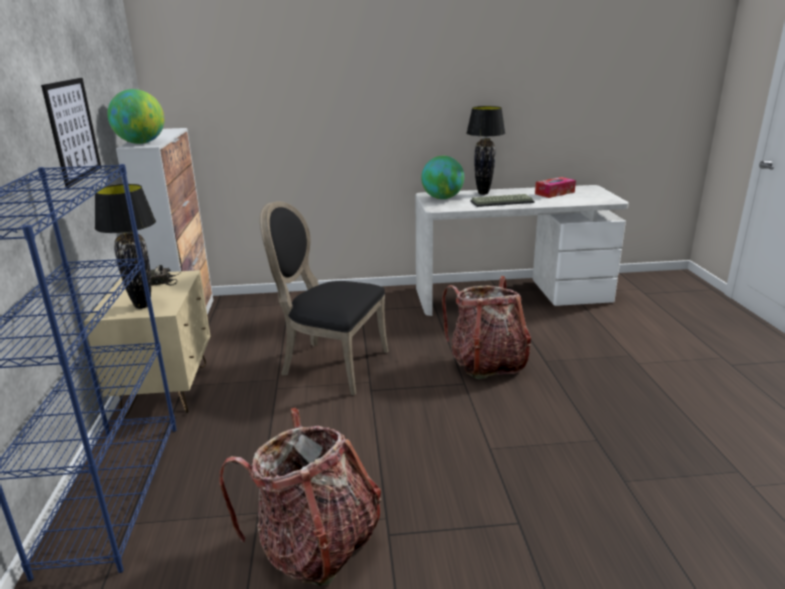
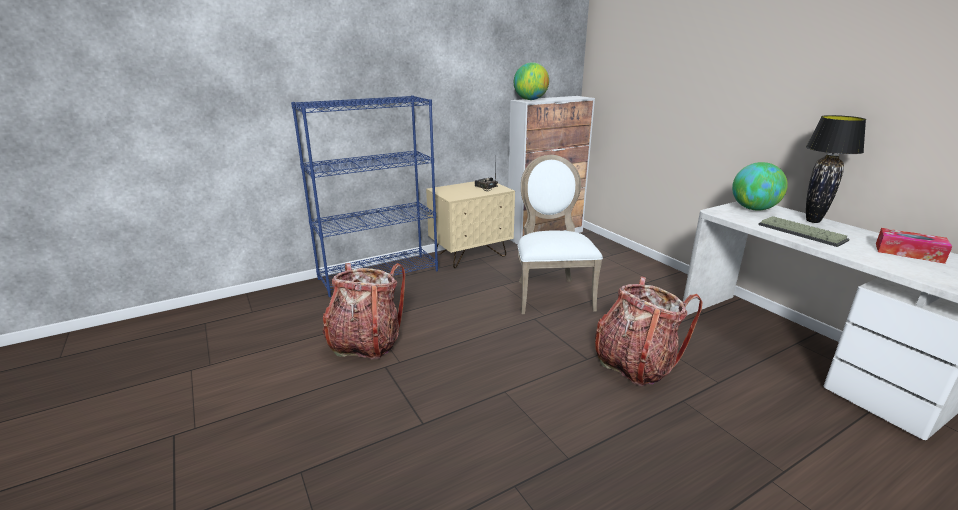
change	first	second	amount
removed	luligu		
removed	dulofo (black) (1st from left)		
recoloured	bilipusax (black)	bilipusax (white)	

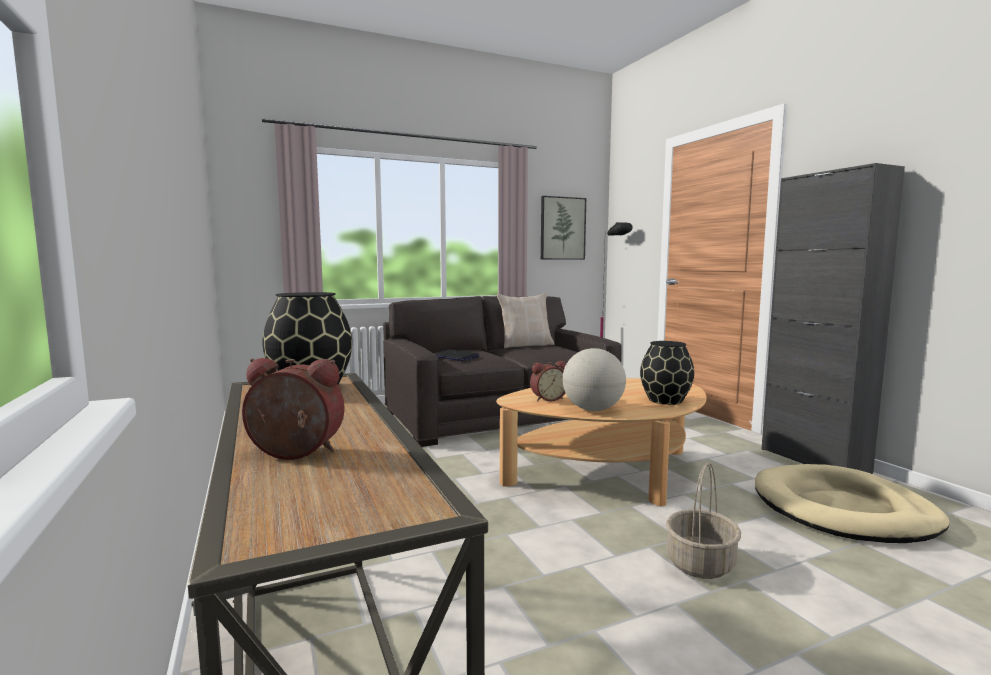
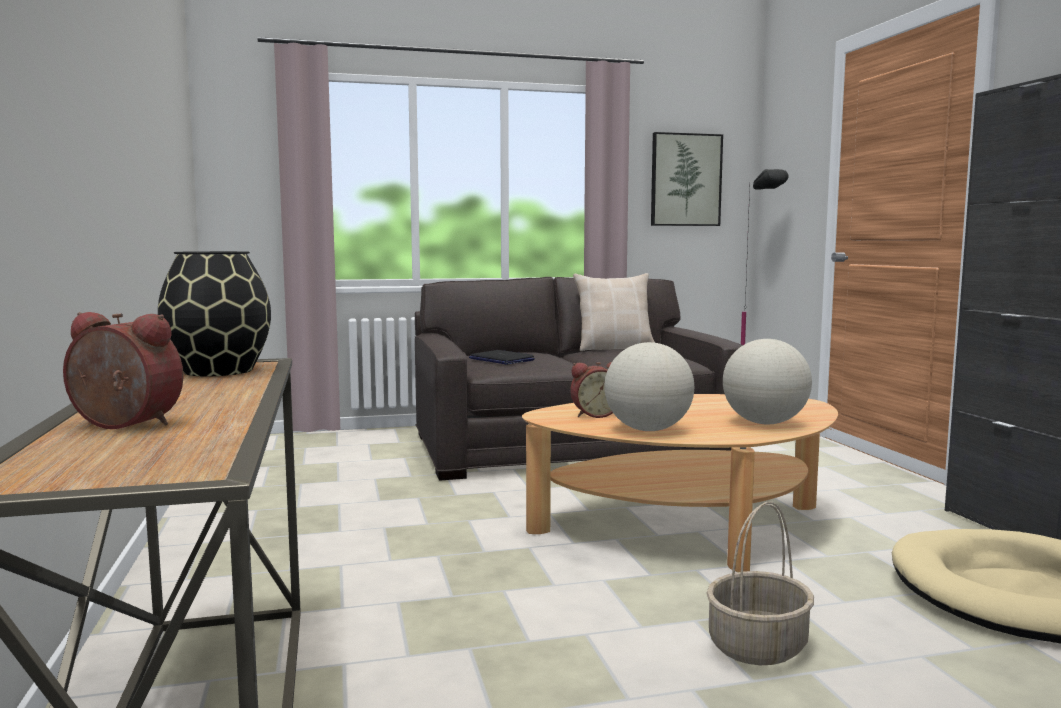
change	first	second	amount
replaced	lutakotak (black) (2nd from left)	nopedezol (2nd from left)	

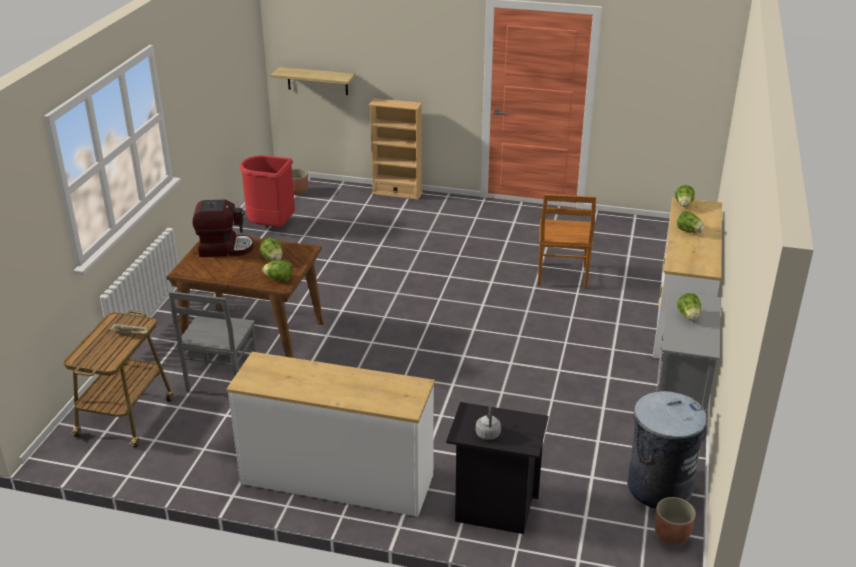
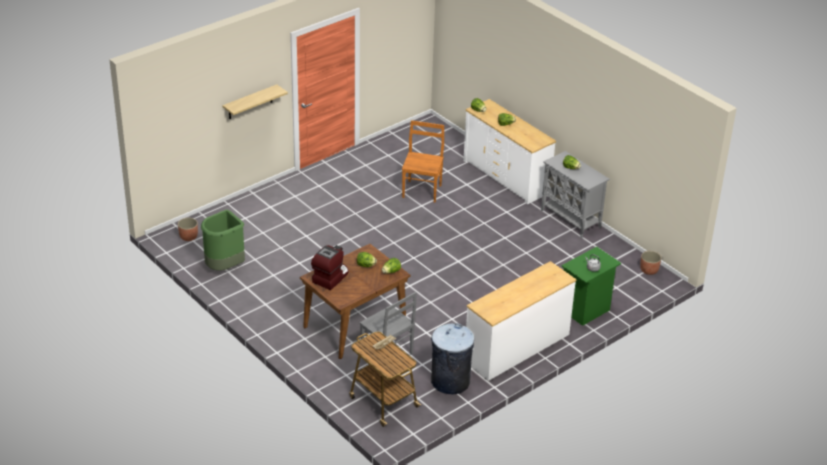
change	first	second	amount
removed	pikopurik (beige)		
moved	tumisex		
moved	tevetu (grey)		
recoloured	tevetu (red)	tevetu (green)	
recoloured	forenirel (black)	forenirel (green)	
turned	bilipusax (brown)		120 degrees counterclockwise

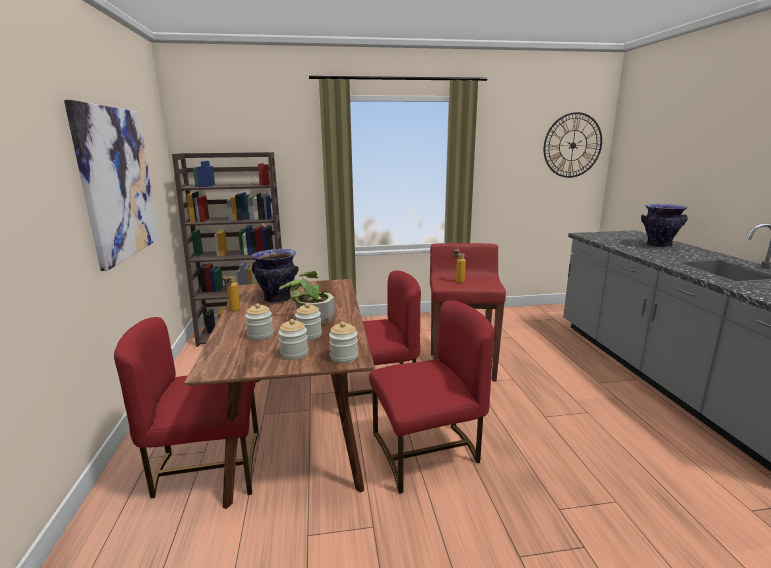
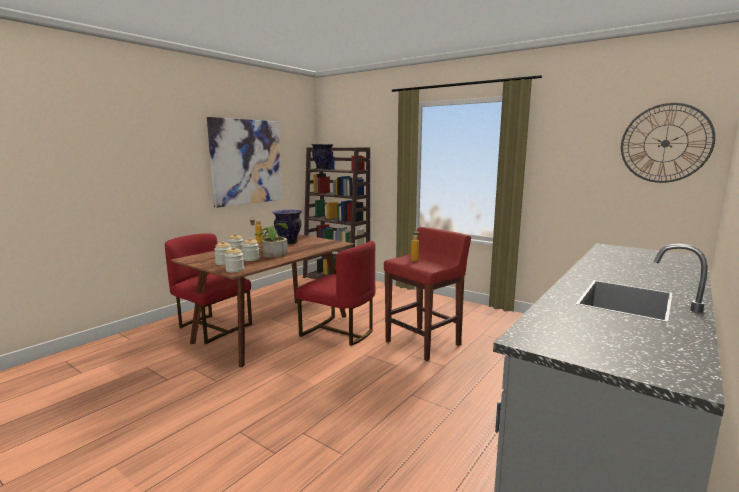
change	first	second	amount
removed	bilipusax (red) (3rd from left)		
moved	lutakotak (2nd from left)		

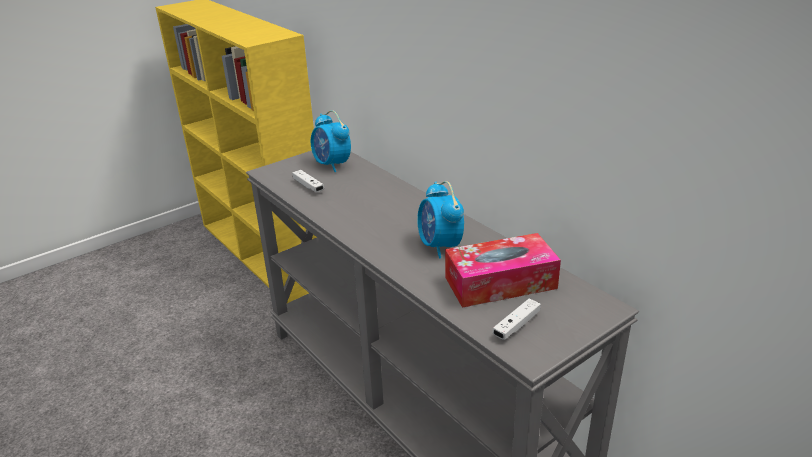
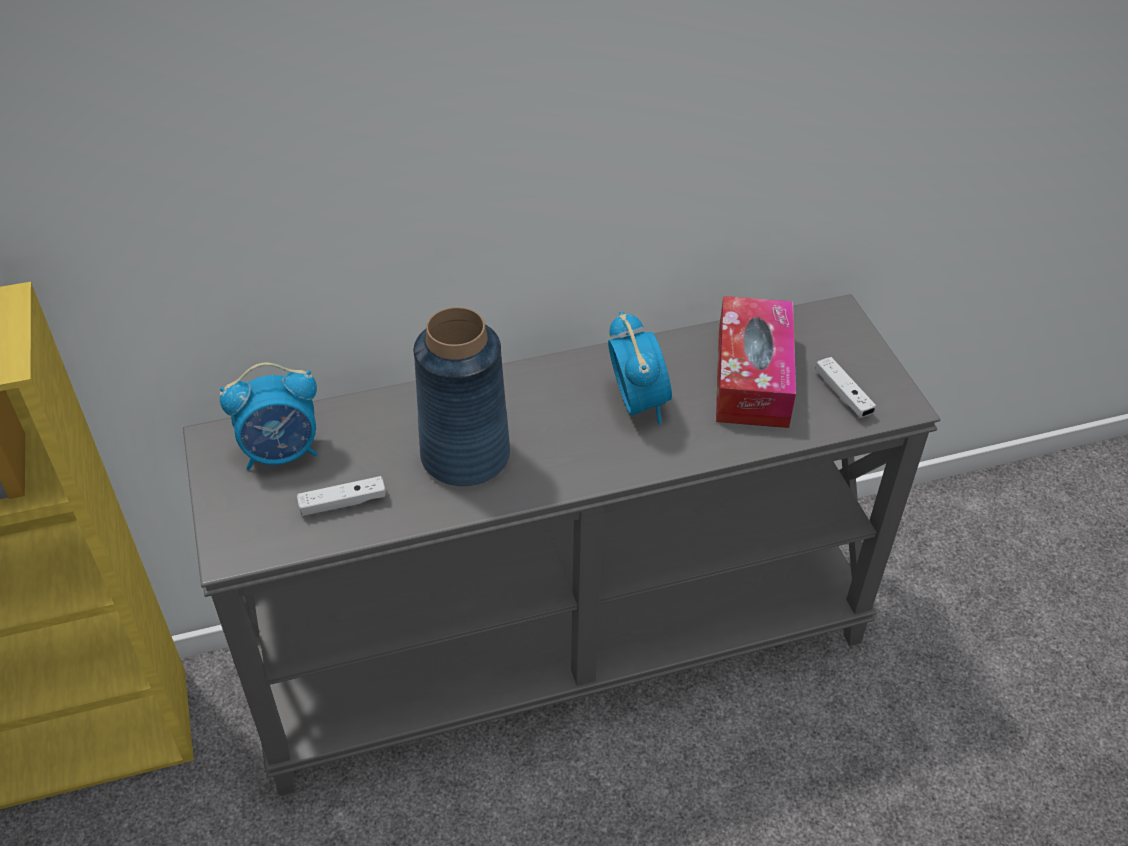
change	first	second	amount
added		lutakotak (blue)	
turned	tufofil (2nd from left)		105 degrees counterclockwise

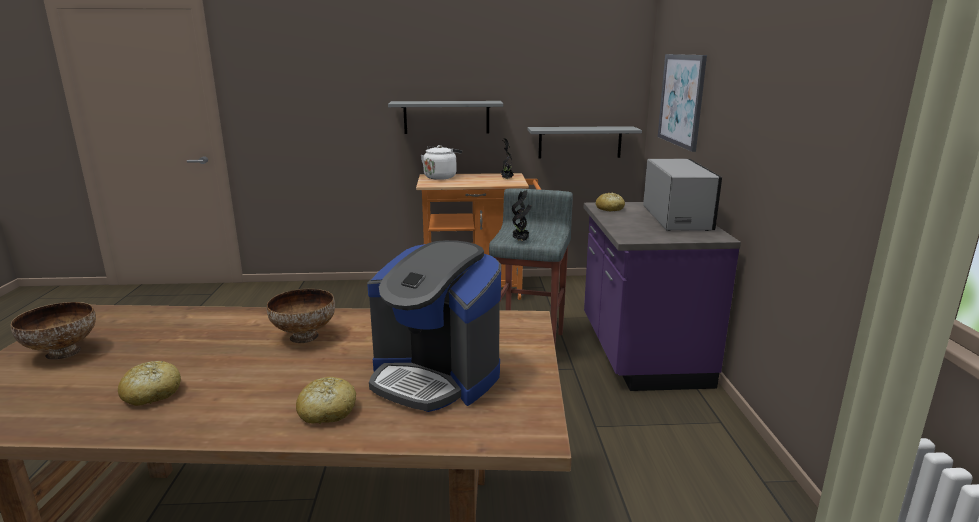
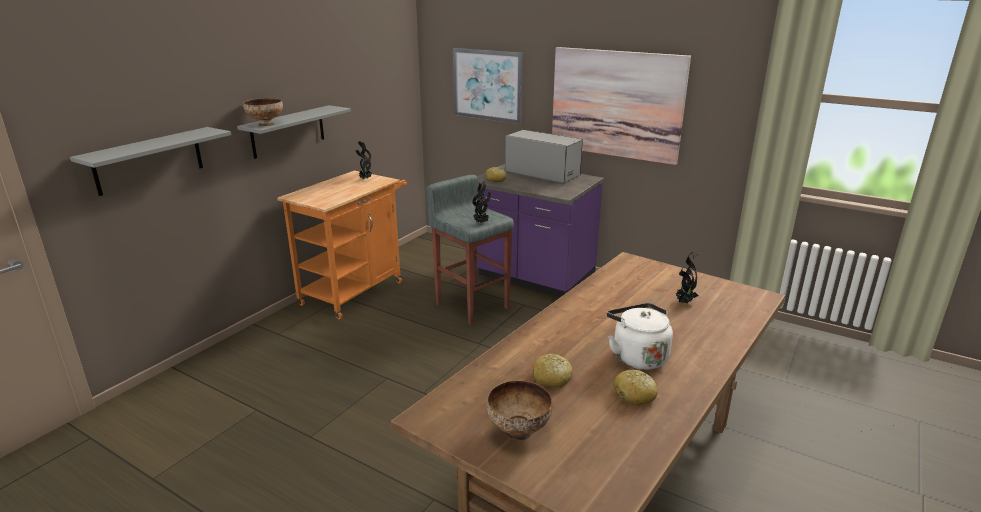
change	first	second	amount
added		luligu (2nd from left)	
moved	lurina (2nd from left in the first image)	lurina (1st from left)	
moved	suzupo (2nd from left)		
moved	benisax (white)		
moved	tumisex (grey) (2nd from left in the first image)	tumisex (grey) (1st from left)	
replaced	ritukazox	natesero (3rd from left)	

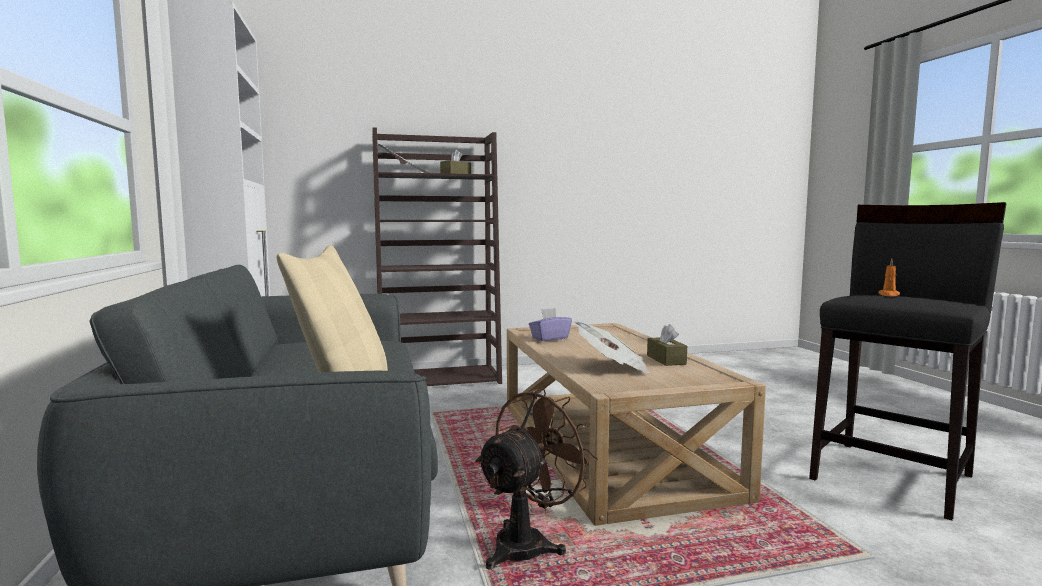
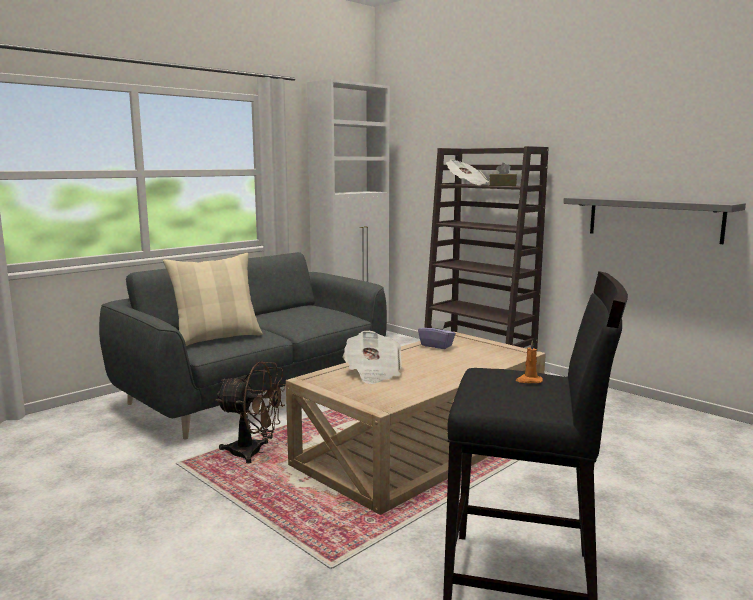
change	first	second	amount
removed	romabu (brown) (2nd from left)		
added		tumisex (grey)	

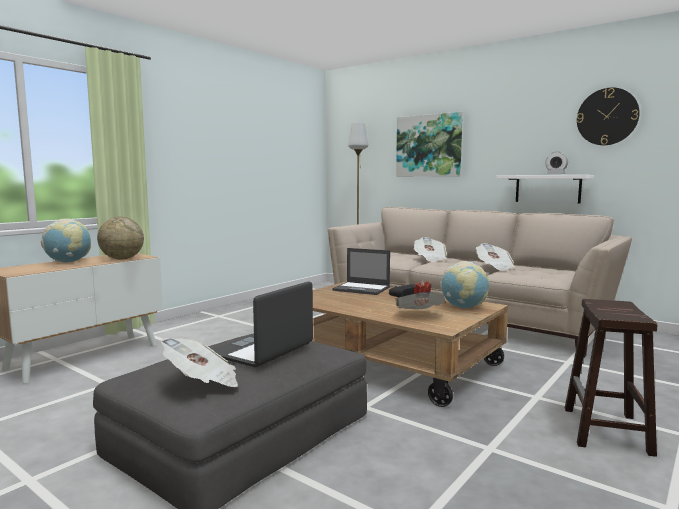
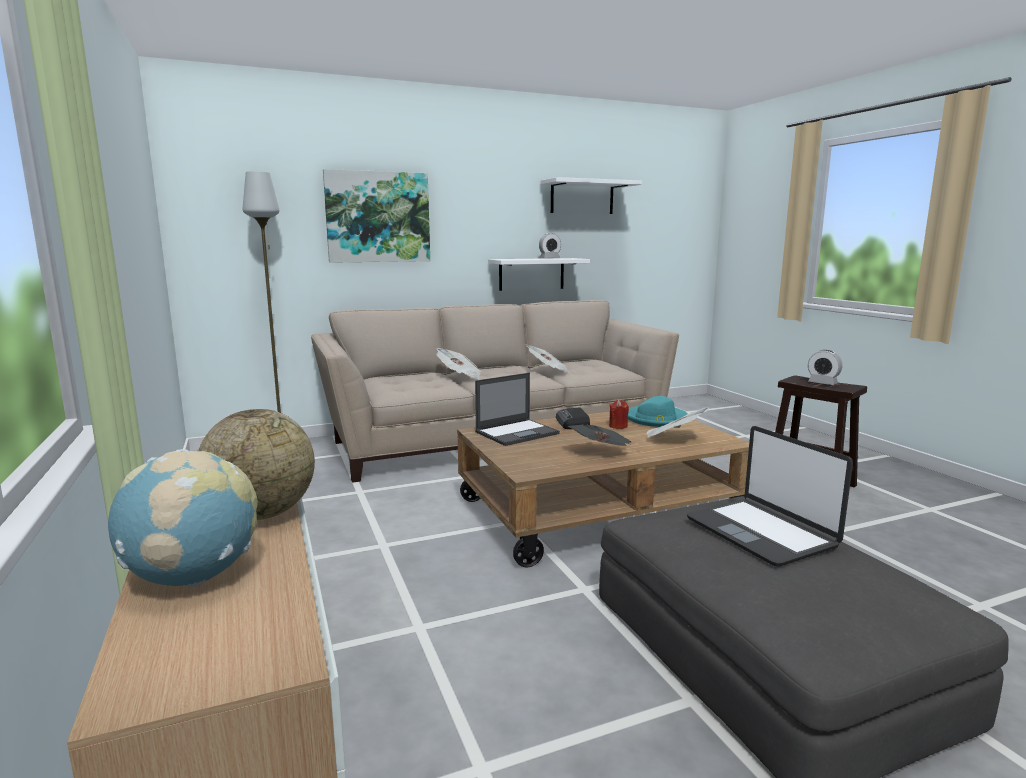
change	first	second	amount
added		tufofil (2nd from left)	
moved	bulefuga (1st from left in the first image)	bulefuga (3rd from left)	
replaced	nopedezol (3rd from left)	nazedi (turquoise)	
replaced	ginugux	tumisex (white) (2nd from left)	

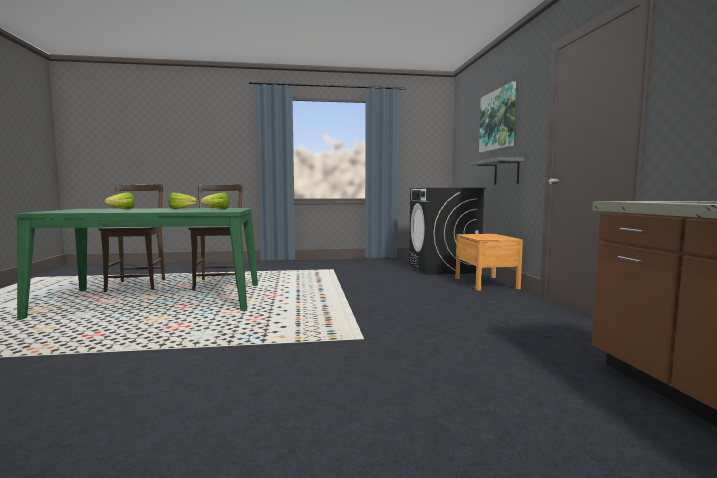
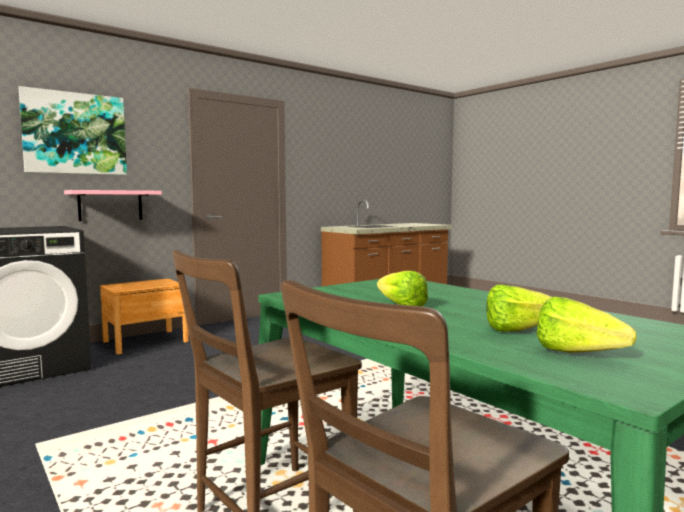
change	first	second	amount
moved	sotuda (3rd from left)		
recoloured	tumisex (grey)	tumisex (pink)	

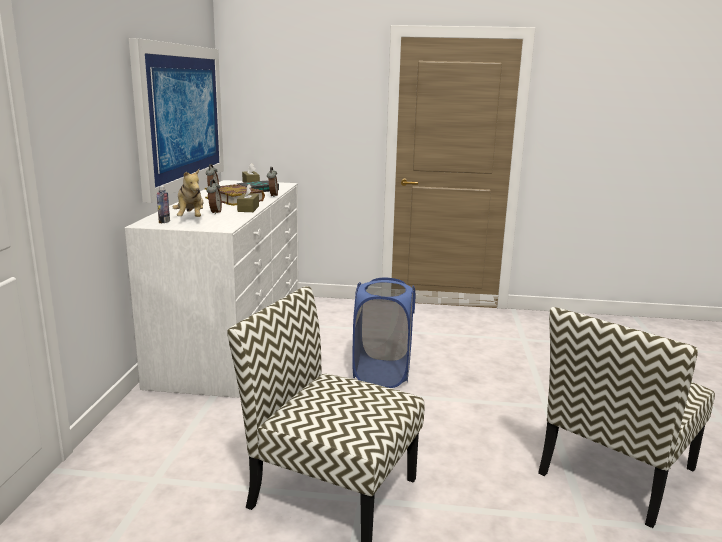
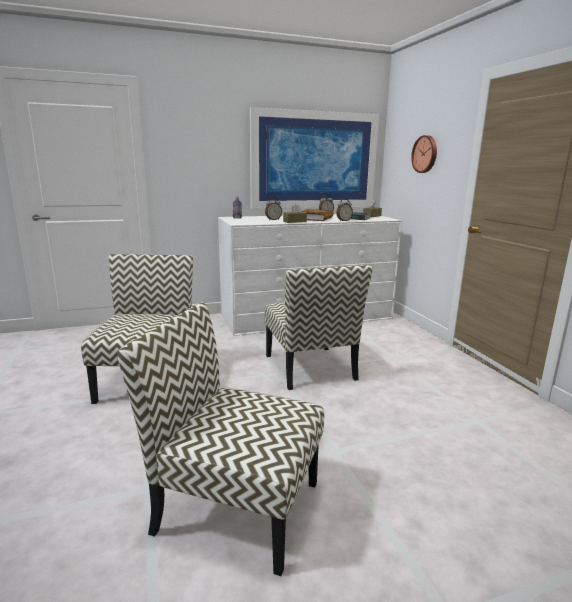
change	first	second	amount
removed	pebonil		
added		ginugux	
replaced	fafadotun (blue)	bilipusax (3rd from left)	

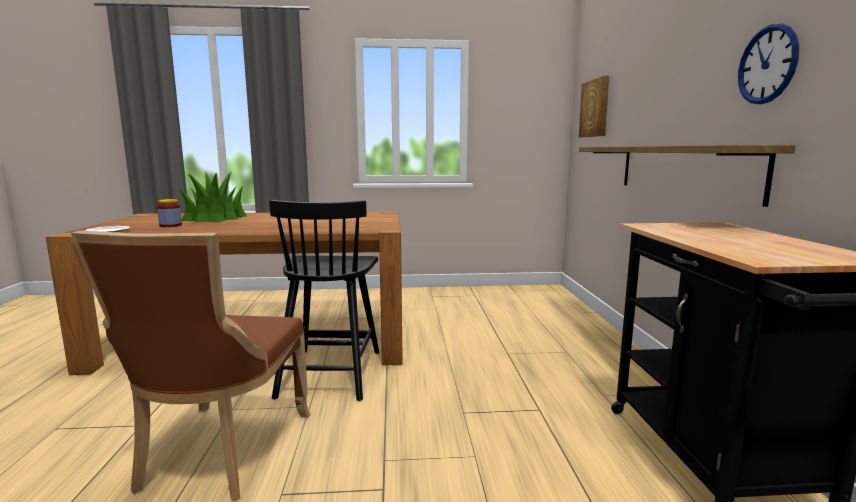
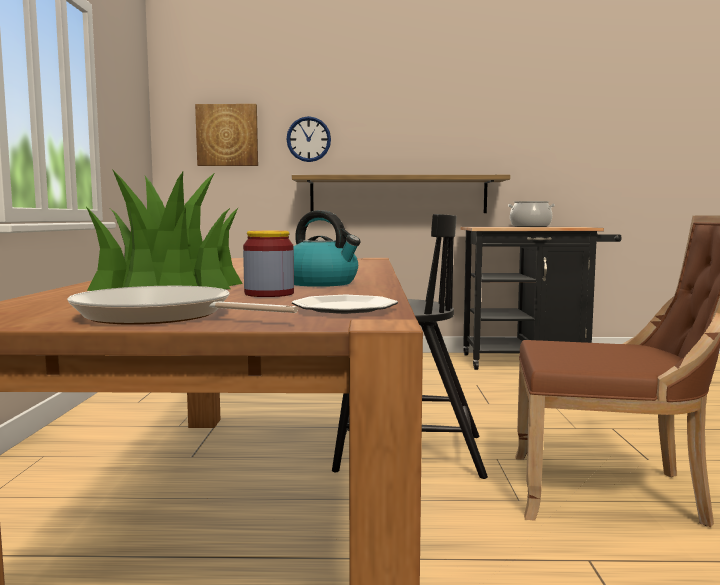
change	first	second	amount
added		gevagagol	
added		benisax	
added		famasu	
moved	ginugux		

